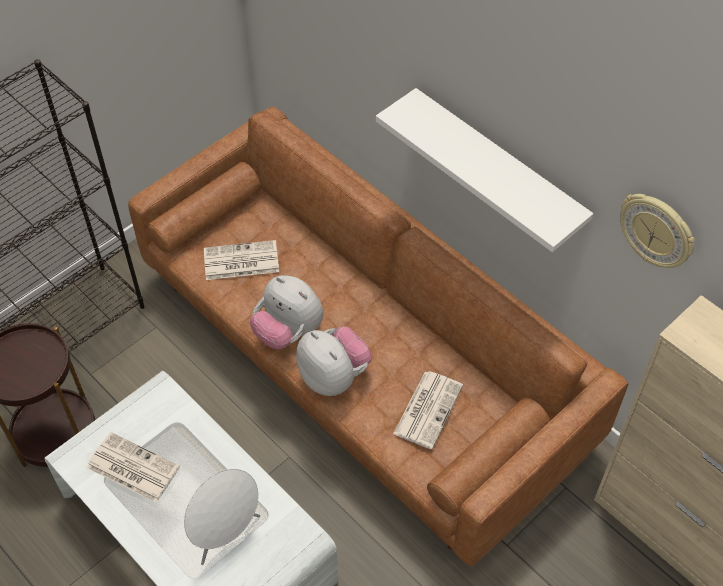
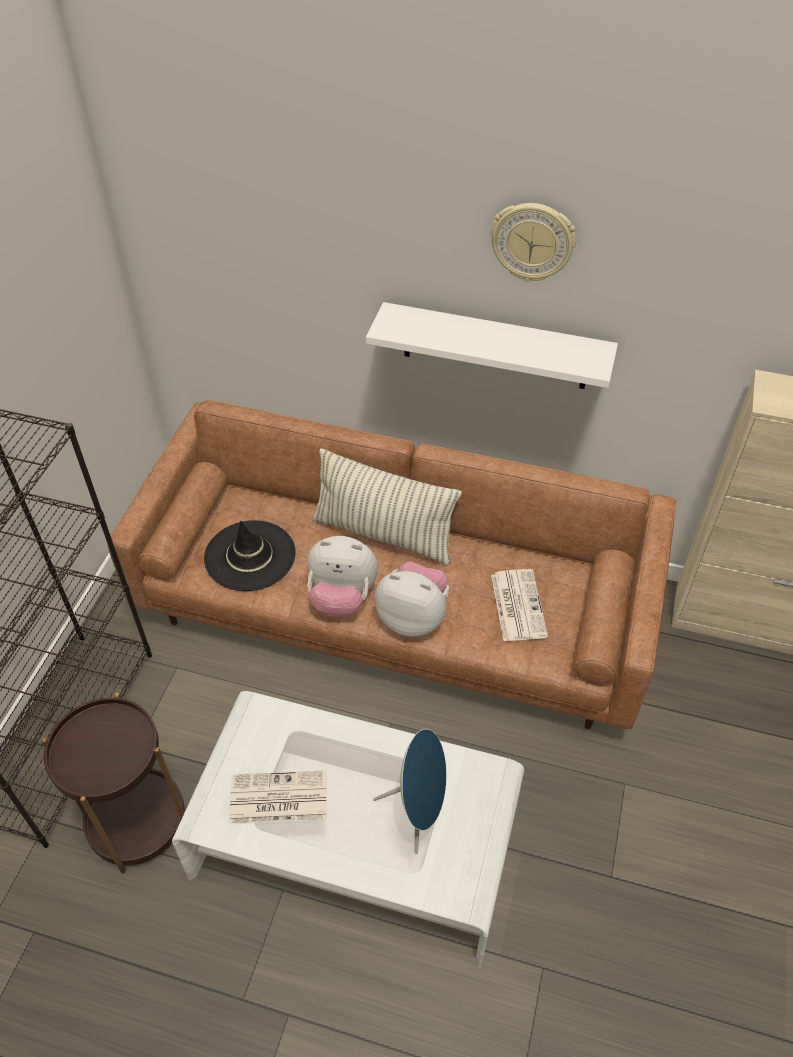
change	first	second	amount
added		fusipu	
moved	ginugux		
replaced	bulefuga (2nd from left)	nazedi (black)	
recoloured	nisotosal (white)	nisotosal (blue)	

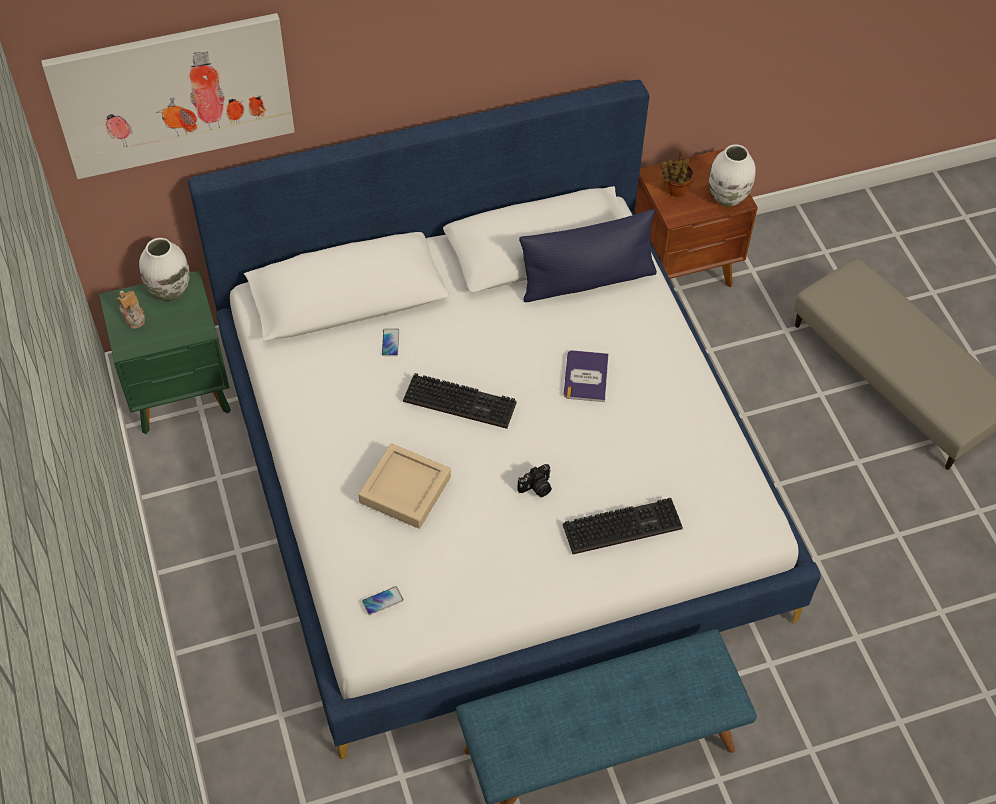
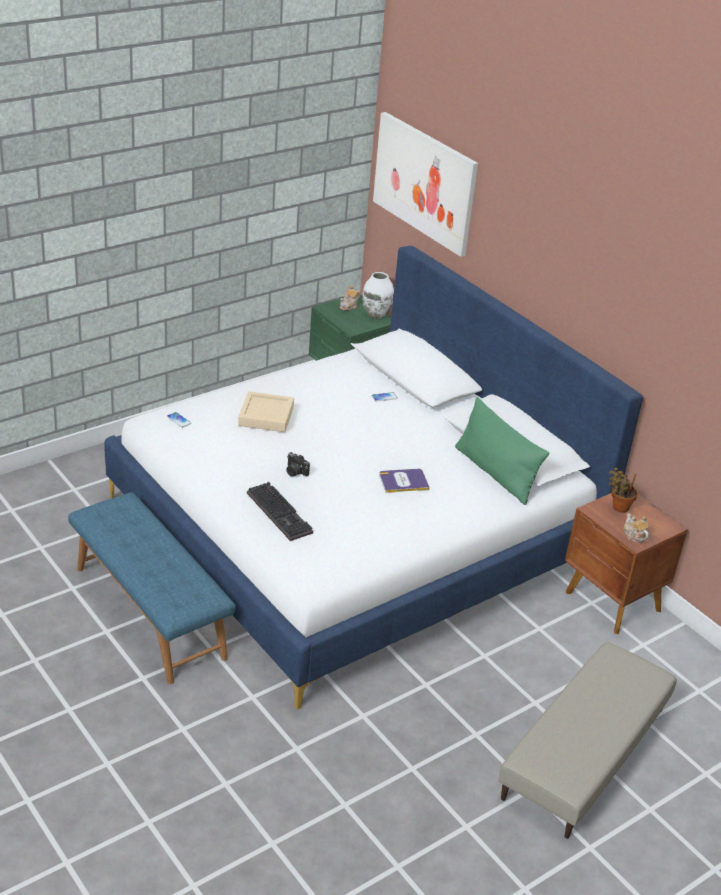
change	first	second	amount
removed	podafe (1st from left)		
replaced	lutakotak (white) (2nd from left)	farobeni (2nd from left)	
recoloured	fusipu (blue)	fusipu (green)	

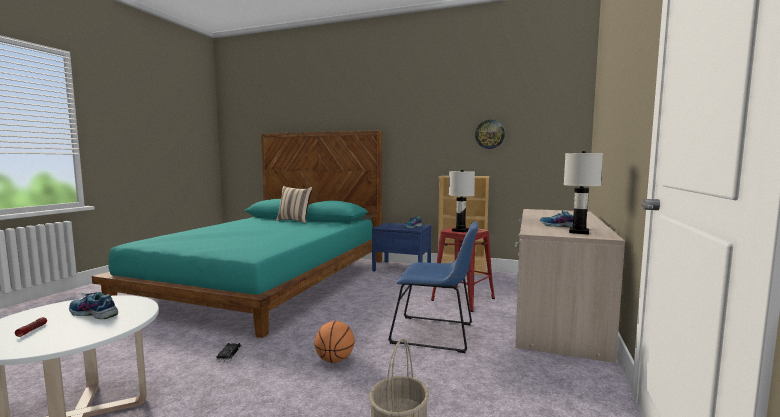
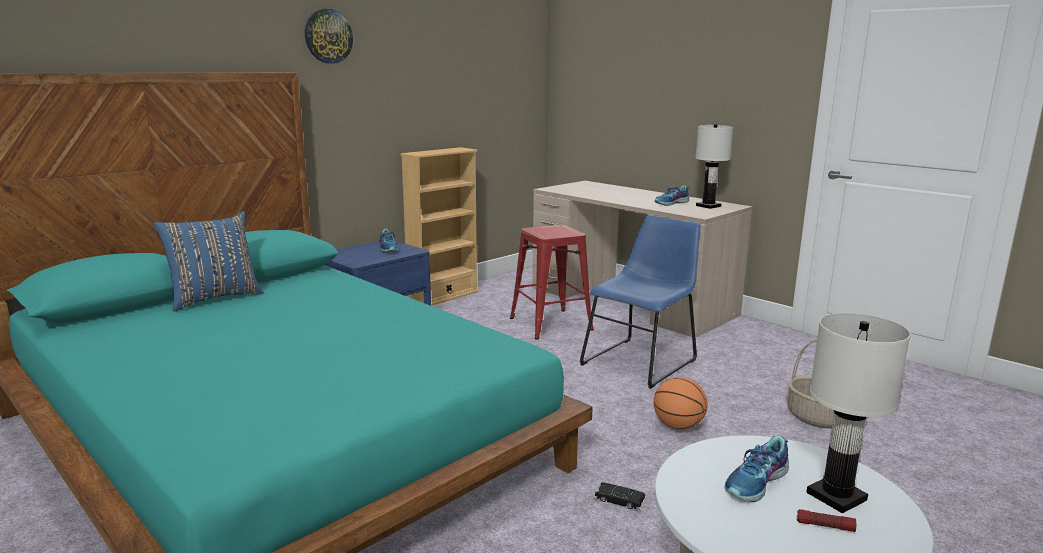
change	first	second	amount
moved	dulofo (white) (1st from left in the first image)	dulofo (white) (2nd from left)	
moved	ginugux		
recoloured	fusipu (beige)	fusipu (blue)	

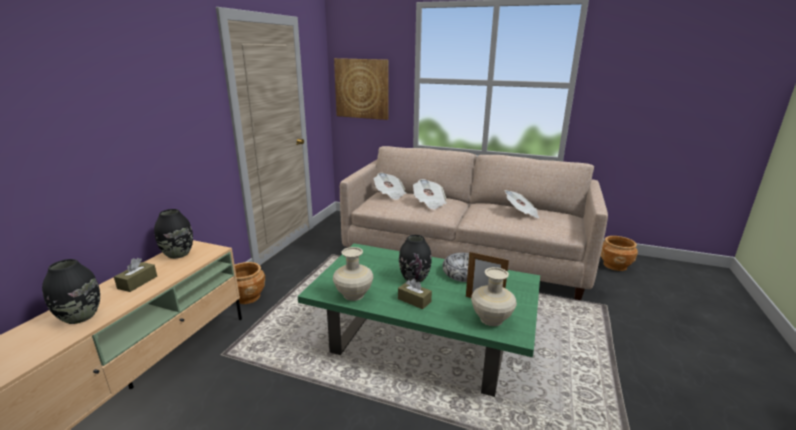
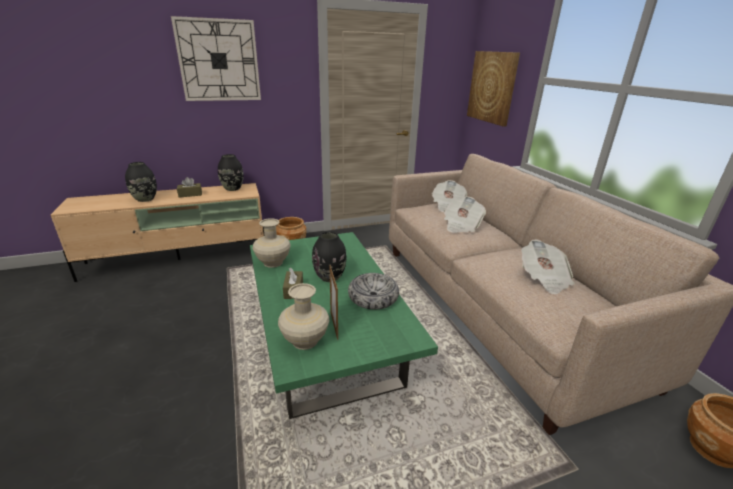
change	first	second	amount
added		ginugux	

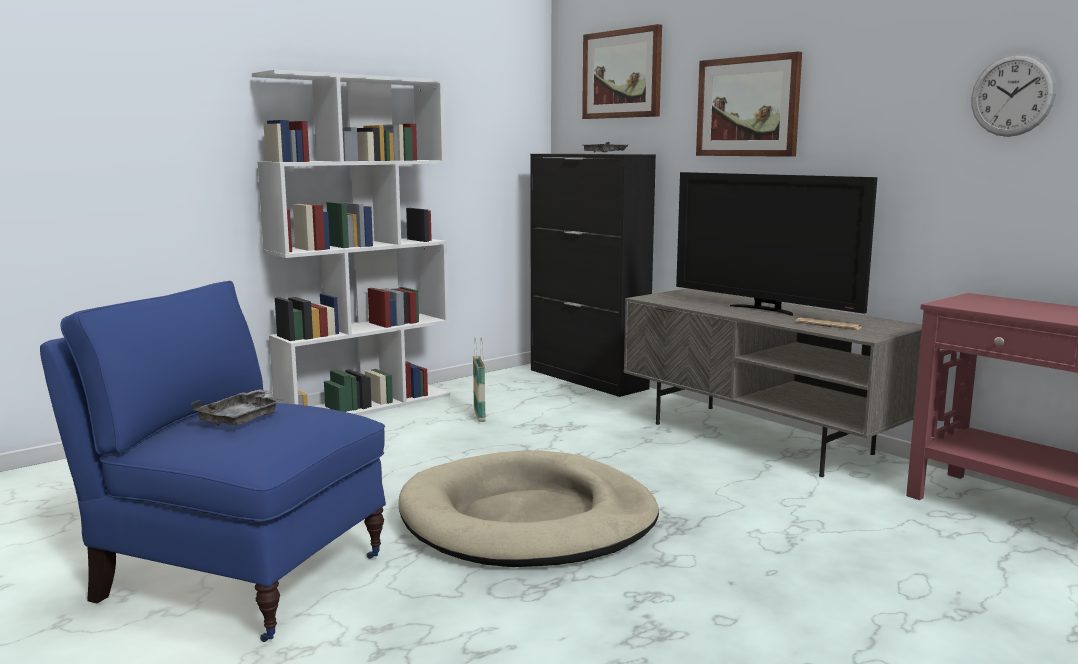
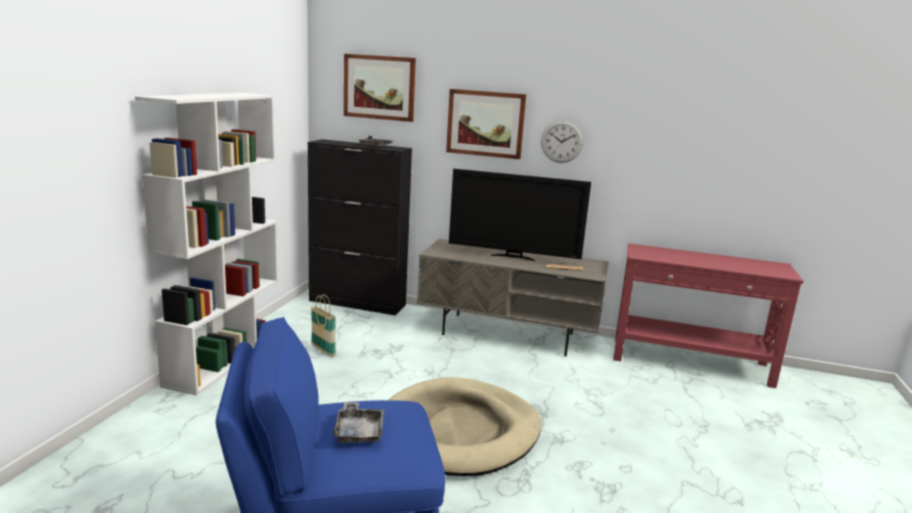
change	first	second	amount
moved	ginugux		

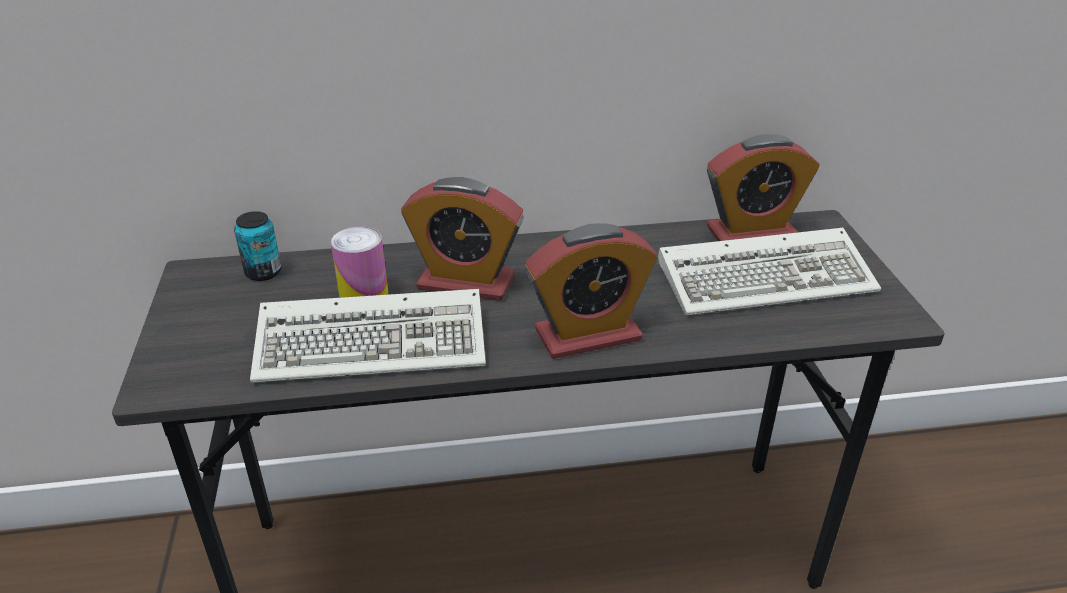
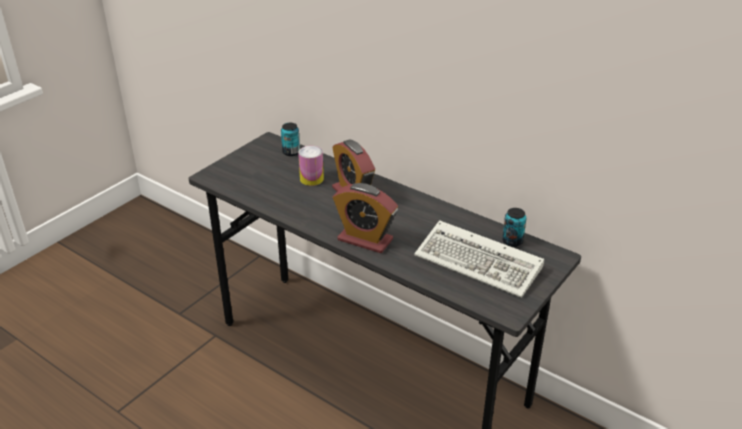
change	first	second	amount
removed	podafe (1st from left)		
replaced	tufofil (3rd from left)	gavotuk (3rd from left)	

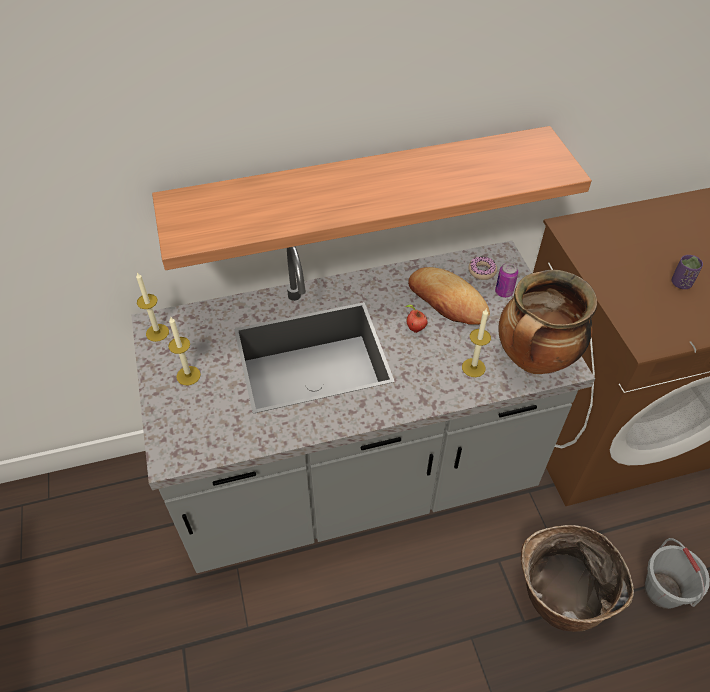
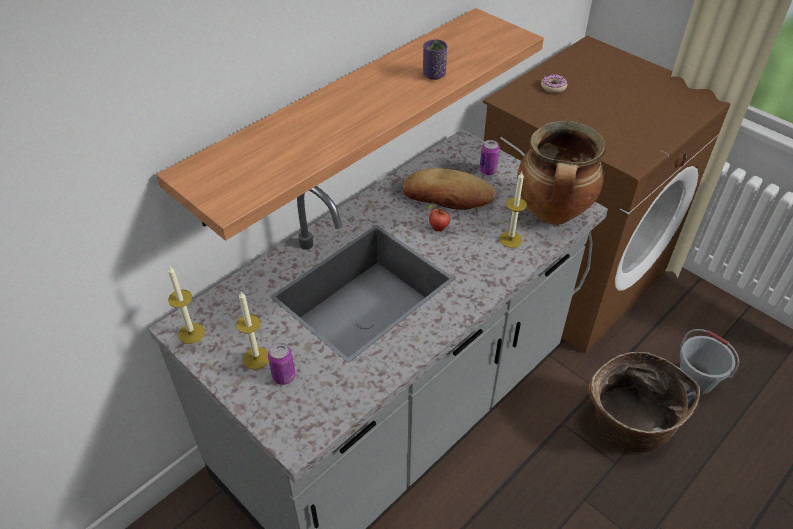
change	first	second	amount
added		gavotuk (1st from left)	
moved	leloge		
moved	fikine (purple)		

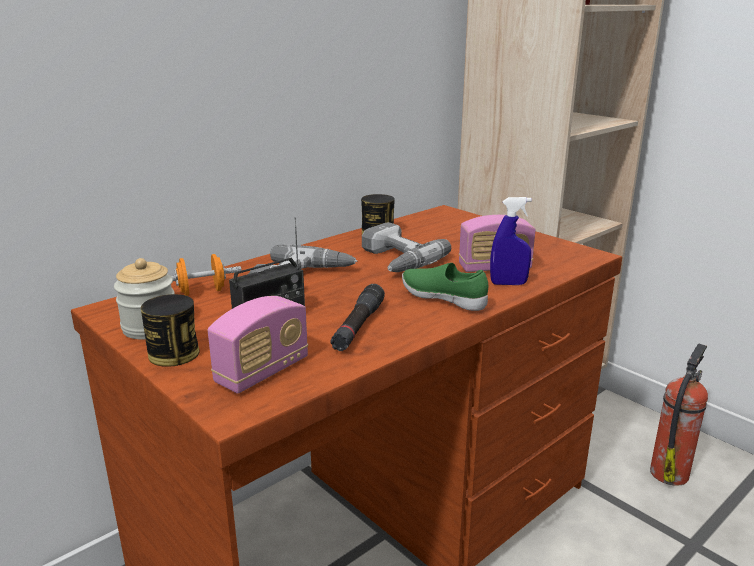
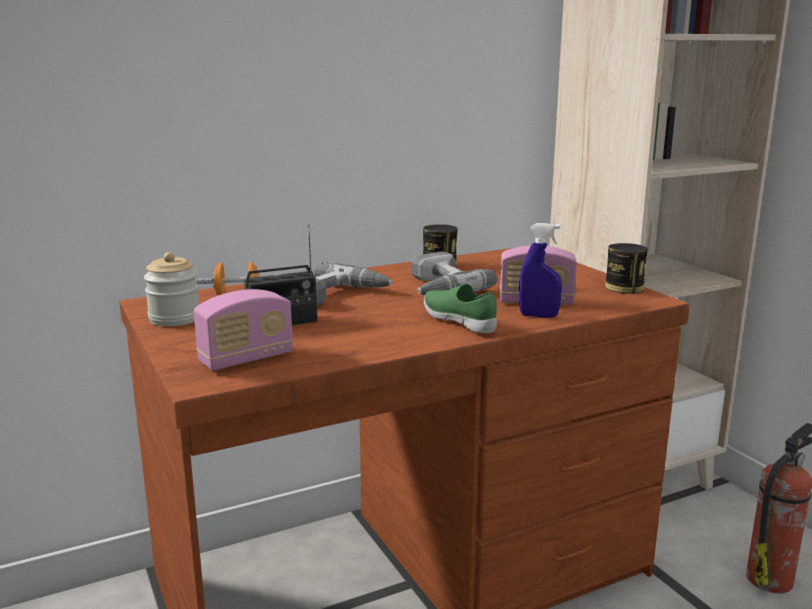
change	first	second	amount
removed	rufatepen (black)		
moved	gavotuk (1st from left in the first image)	gavotuk (2nd from left)	

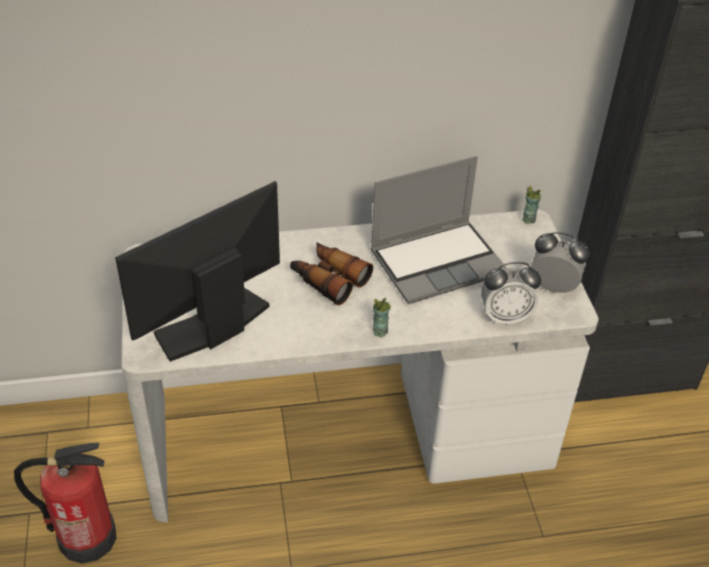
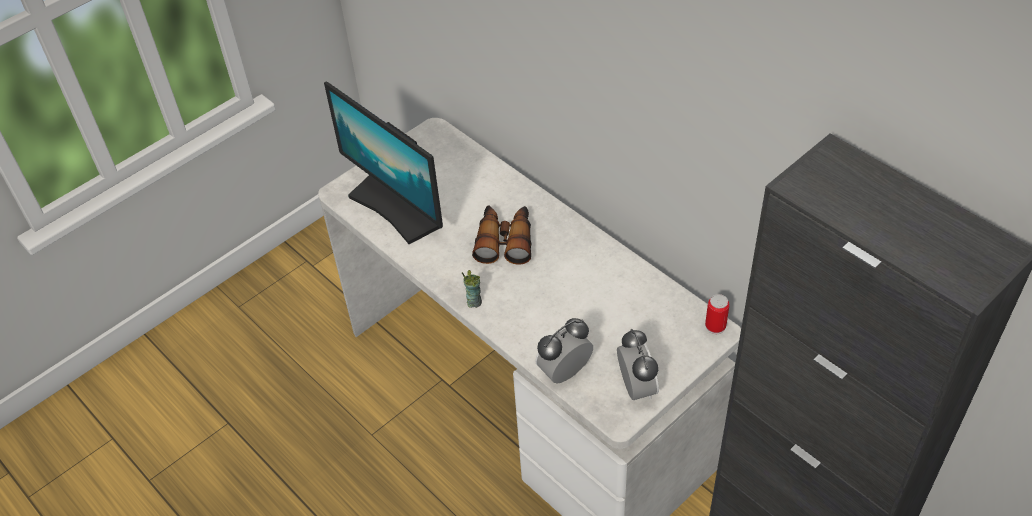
change	first	second	amount
removed	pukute		
removed	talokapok		
replaced	fikine (2nd from left)	gavotuk	
turned	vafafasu		150 degrees counterclockwise
turned	tufofil (1st from left)		90 degrees clockwise

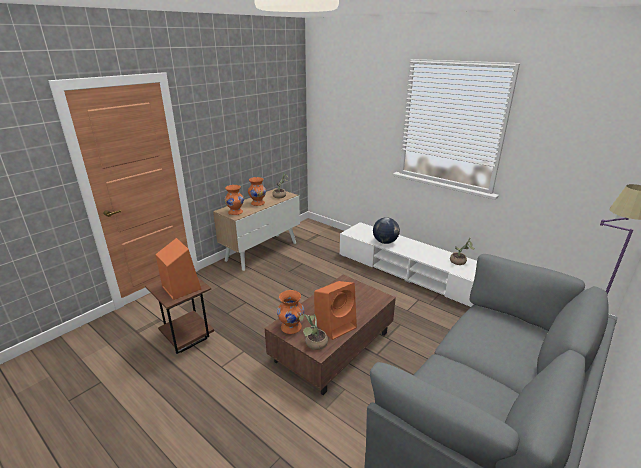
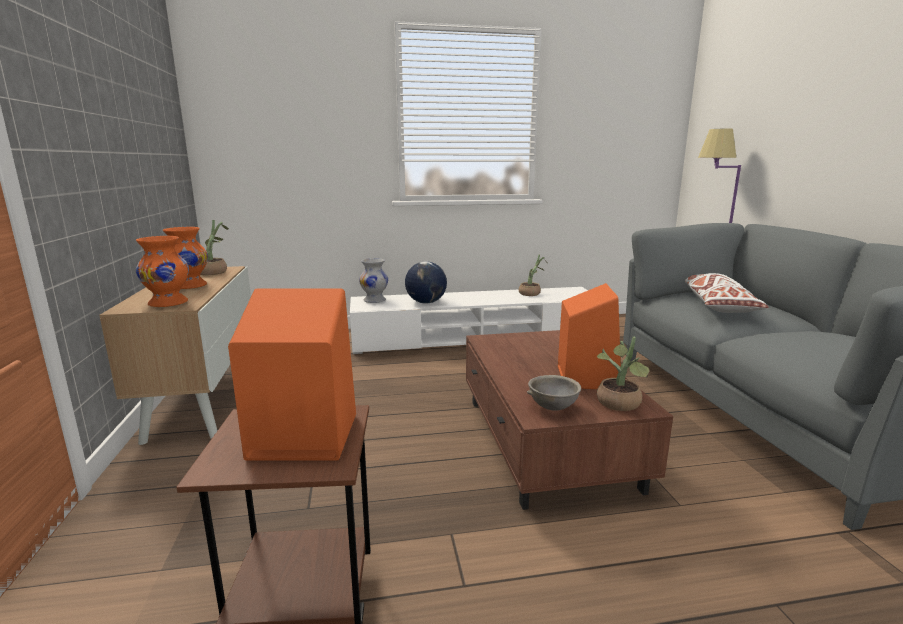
change	first	second	amount
added		lutakotak (white)	
added		fusipu (white)	
replaced	lutakotak (orange) (3rd from left)	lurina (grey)	

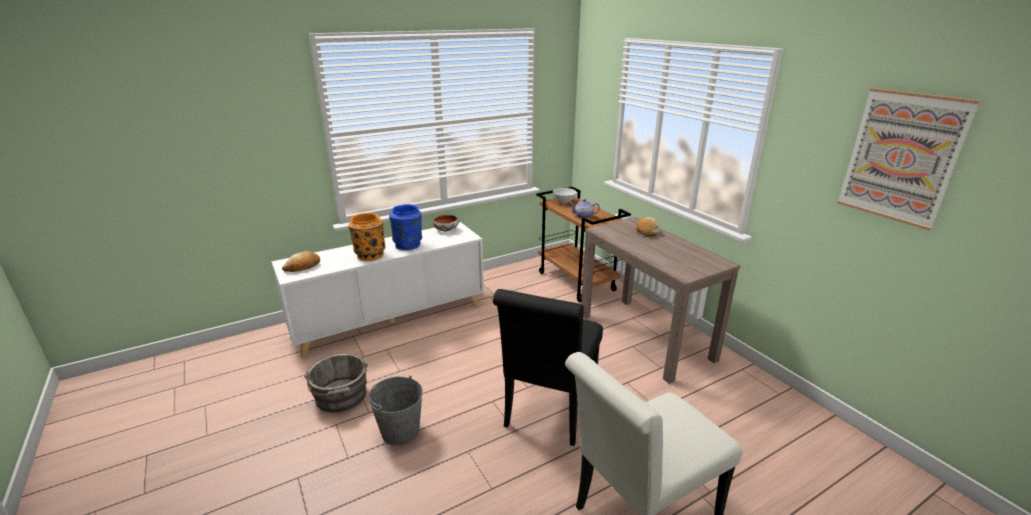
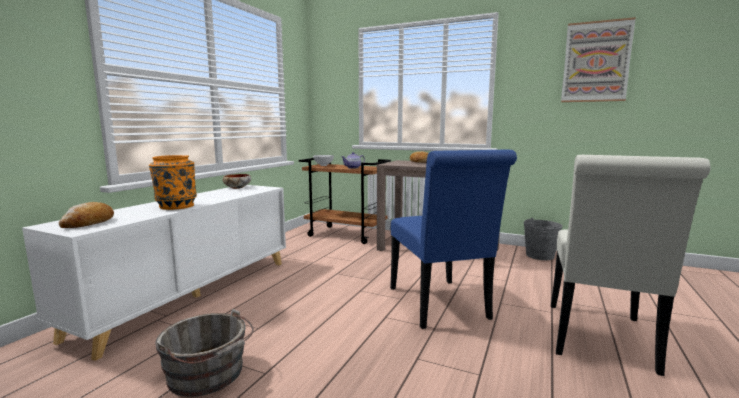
change	first	second	amount
removed	lutakotak (blue)		
moved	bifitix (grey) (2nd from left)		
recoloured	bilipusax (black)	bilipusax (blue)	

